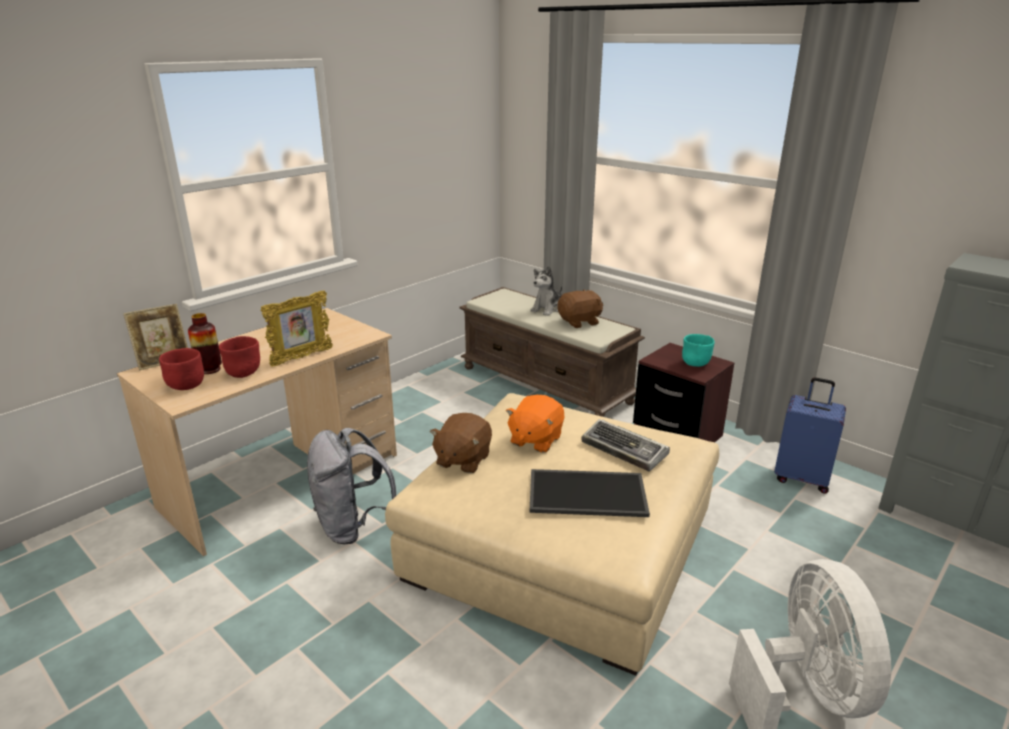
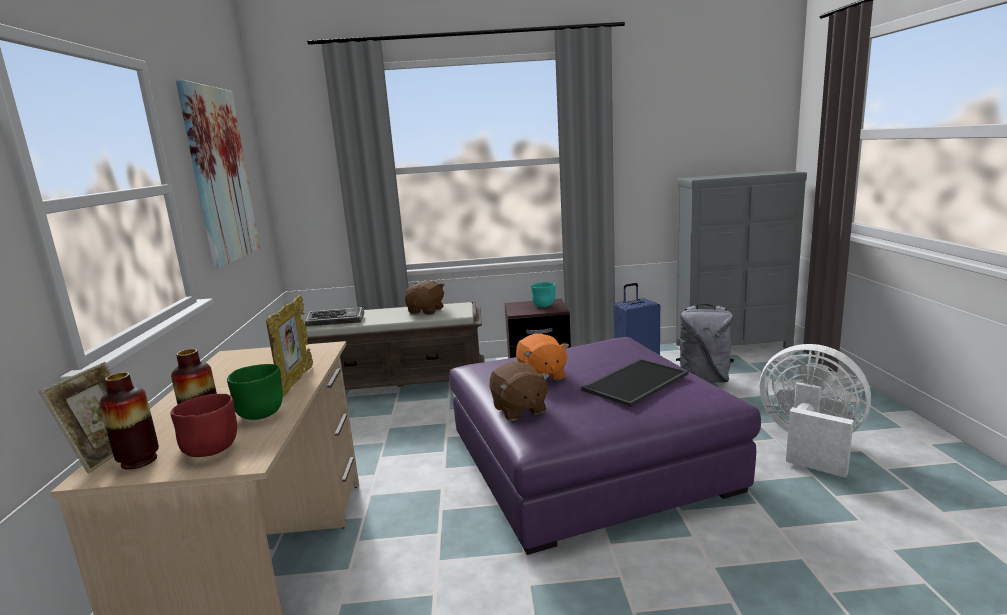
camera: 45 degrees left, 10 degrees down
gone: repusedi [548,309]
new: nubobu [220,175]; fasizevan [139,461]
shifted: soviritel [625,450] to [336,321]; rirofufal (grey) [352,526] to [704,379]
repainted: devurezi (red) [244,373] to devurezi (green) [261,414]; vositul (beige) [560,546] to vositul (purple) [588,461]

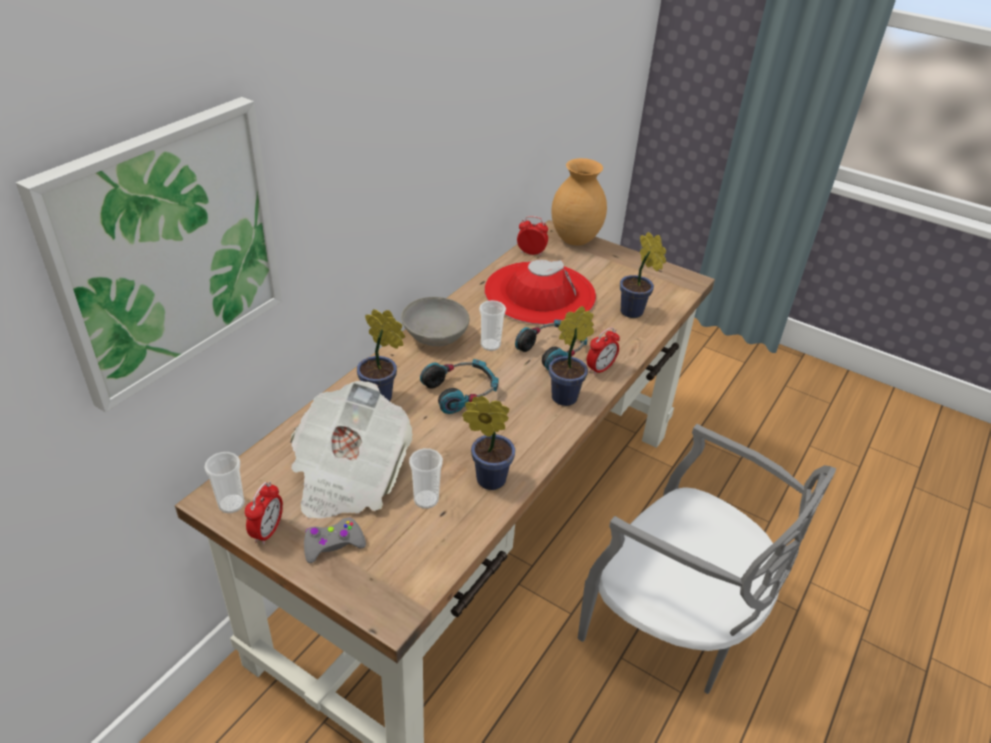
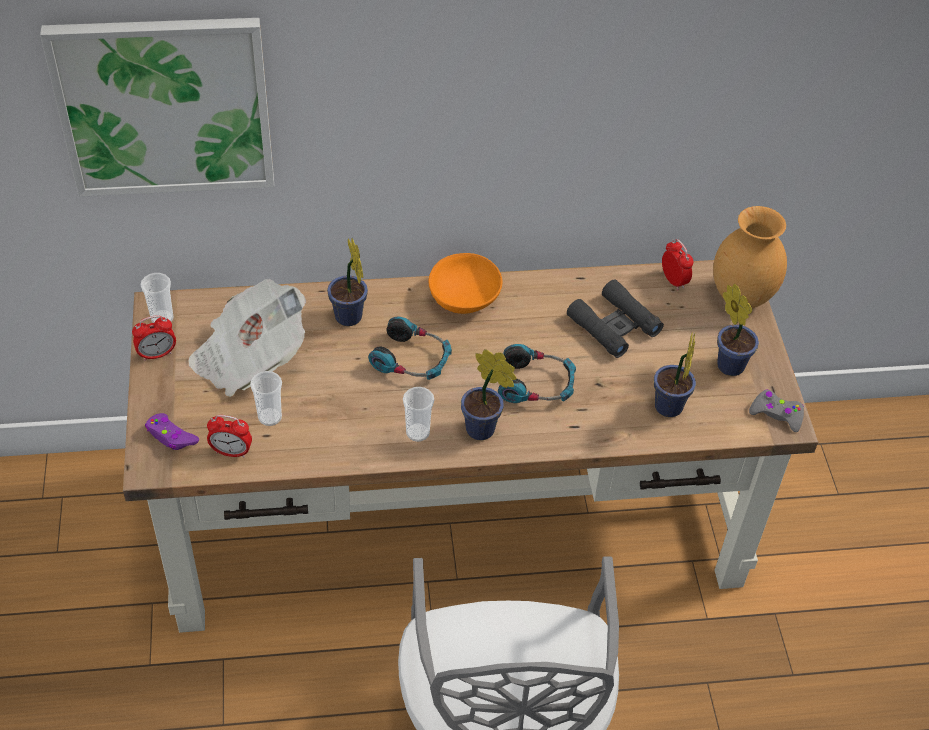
camera: 50 degrees right, 10 degrees up
new: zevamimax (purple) [171,436]
shifted: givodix [490,345] to [417,432]; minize [600,369] to [231,452]; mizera [487,478] to [728,363]; zevamimax (grey) [333,544] to [776,414]
swapped: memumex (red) [539,293] to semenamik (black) [614,325]
repainted: devurezi (grey) [436,336] to devurezi (orange) [465,299]

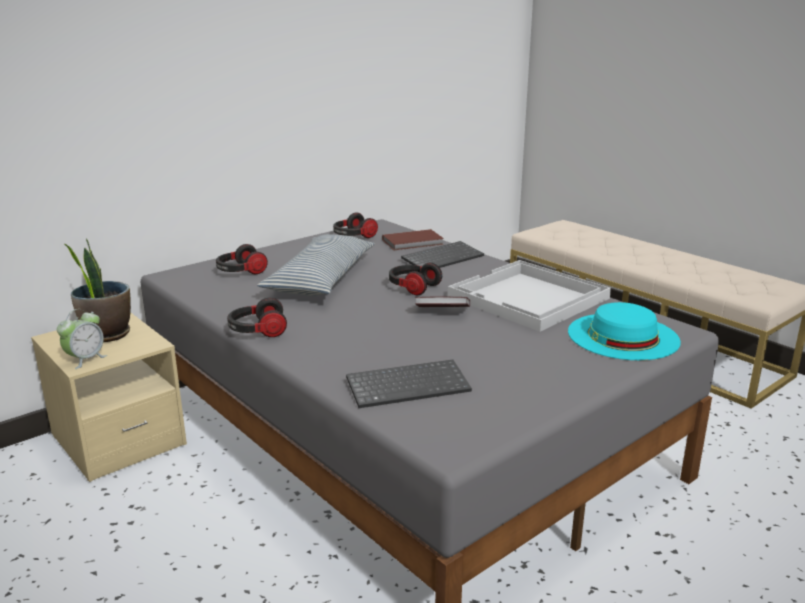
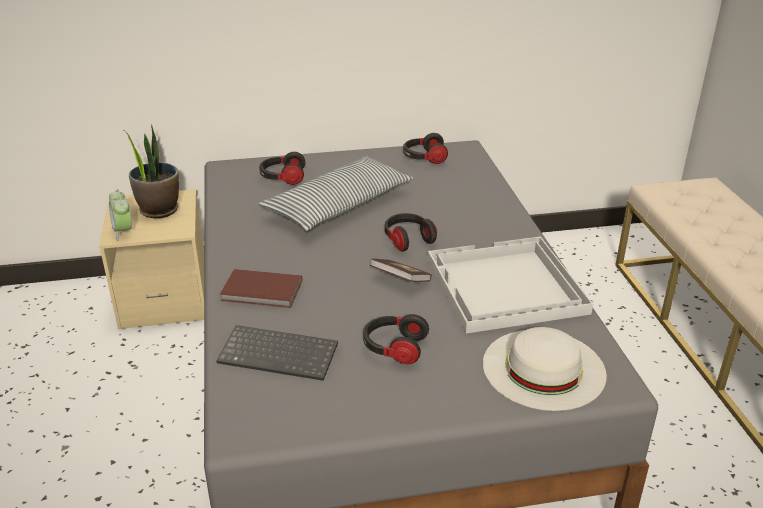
camera: 30 degrees right, 10 degrees up
gone: soviritel [442,258]
shifted: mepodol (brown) [414,242] to [262,292]; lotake [257,331] to [394,348]
repainted: memumex (turquoise) [623,336] to memumex (white) [543,368]
rotated: minize [85,359] = [123,231] 90 degrees clockwise

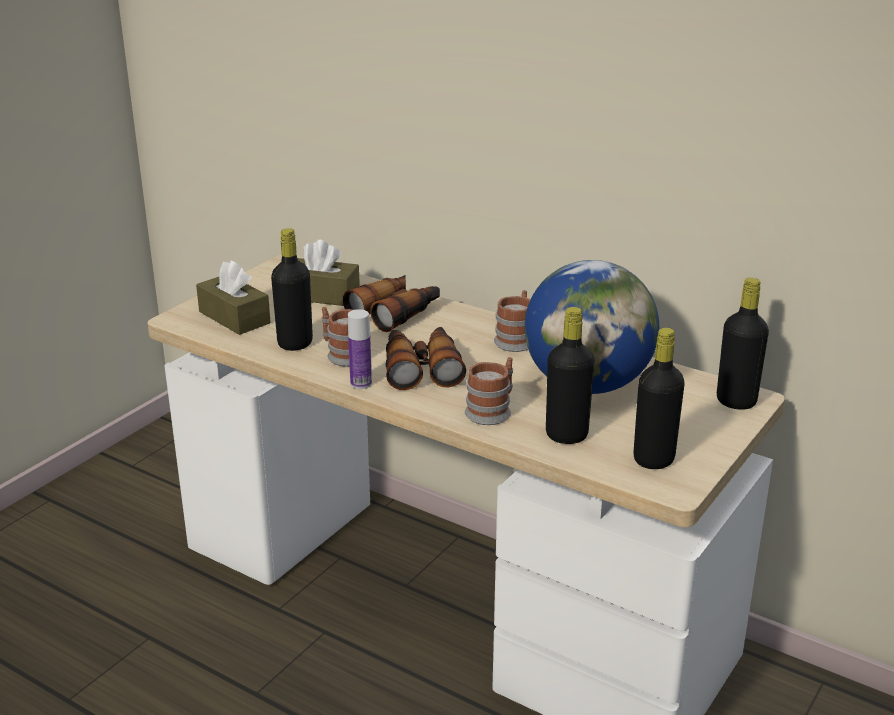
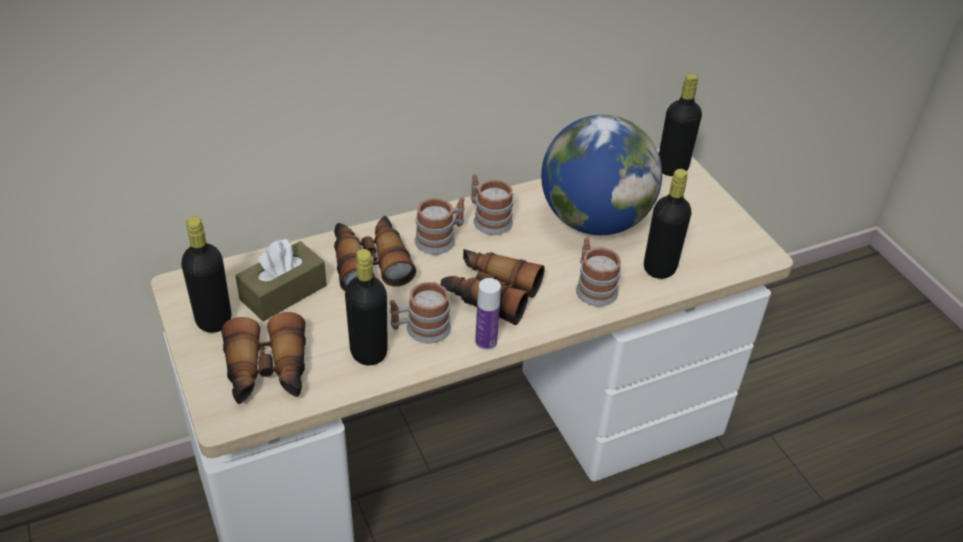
camera: 60 degrees left, 15 degrees up
new: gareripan [440,239]
shifted: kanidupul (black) [653,459] to [214,320]
swapped: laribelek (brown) [234,317] to semenamik [267,373]

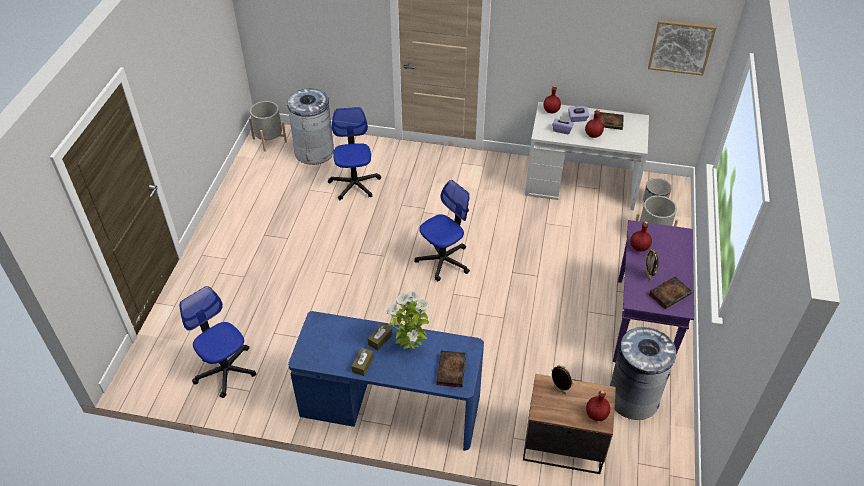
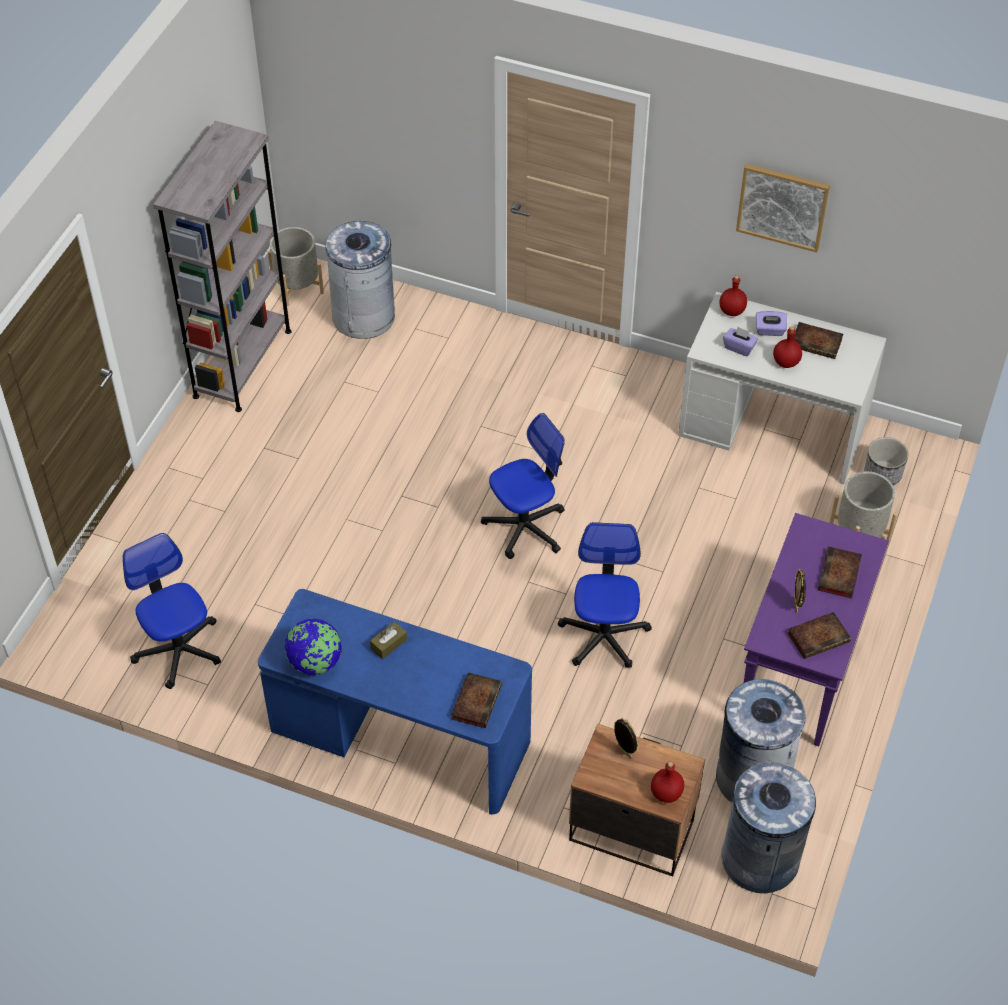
camera: 10 degrees right, 5 degrees up
gone: kanidupul (red) [639,247]; mizera [410,348]; laribelek (brown) [363,364]
new: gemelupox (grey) [242,363]; mepodol [839,576]; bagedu [315,662]; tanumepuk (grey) [760,859]
shifted: nubobu [681,47] to [782,206]; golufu [354,184] to [603,636]

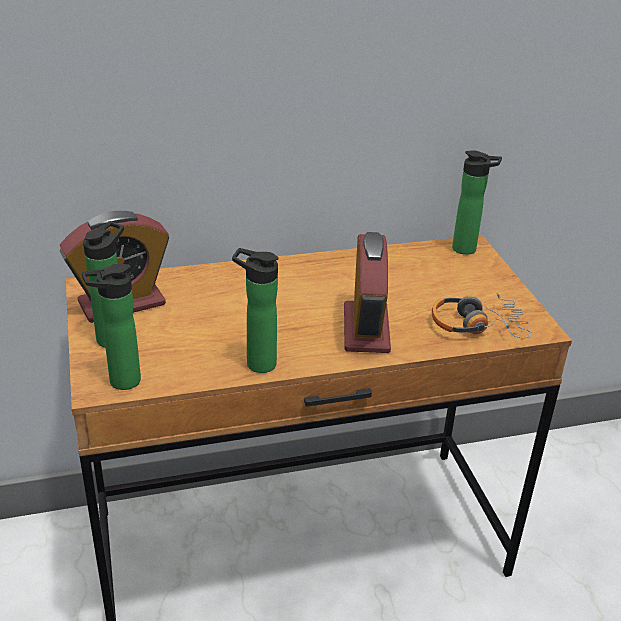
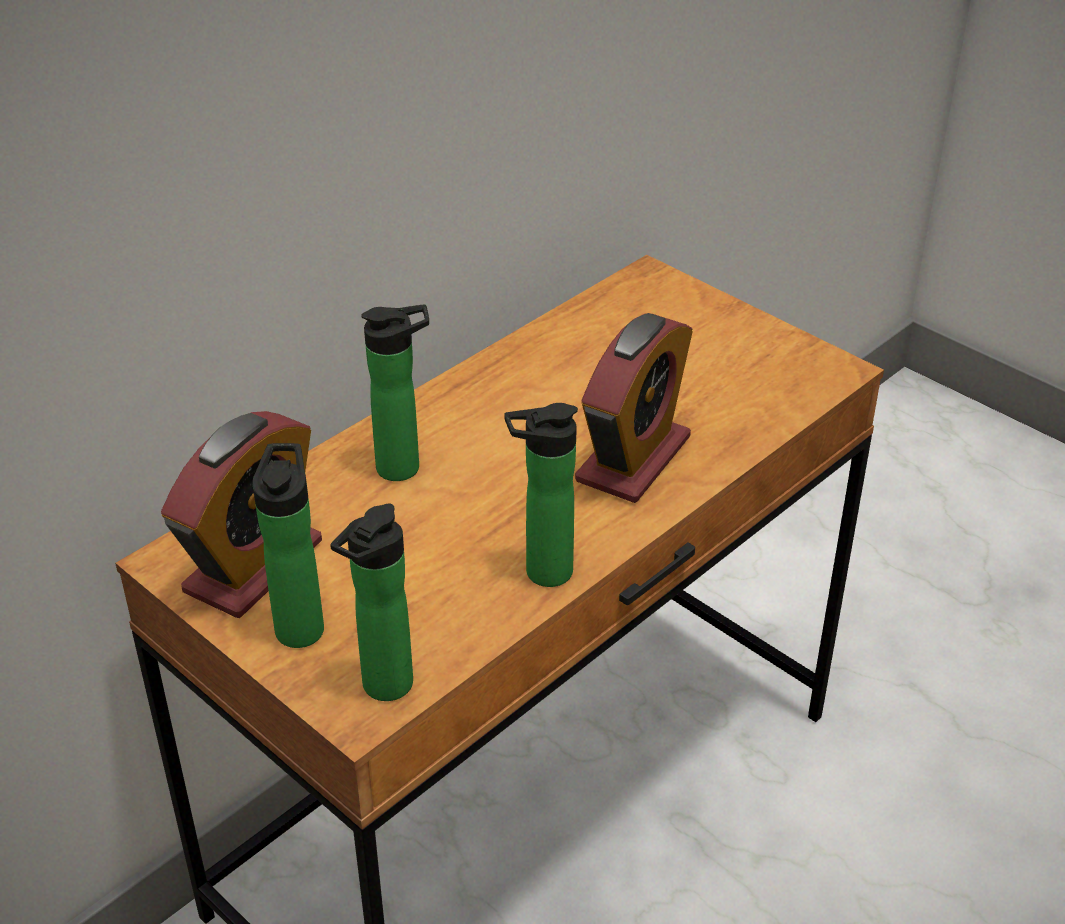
camera: 30 degrees left, 5 degrees up
gone: lotake [477,325]
shifted: kanidupul [468,249] to [405,467]
rotated: minize [366,329] = [633,459] 60 degrees clockwise

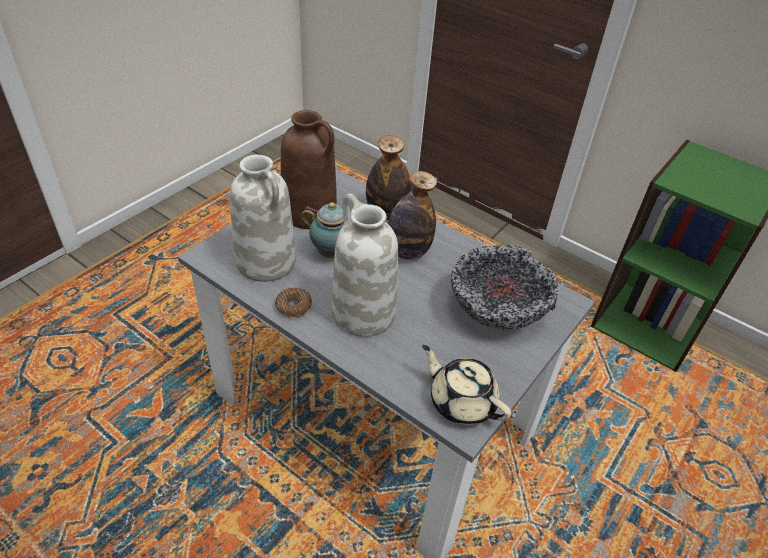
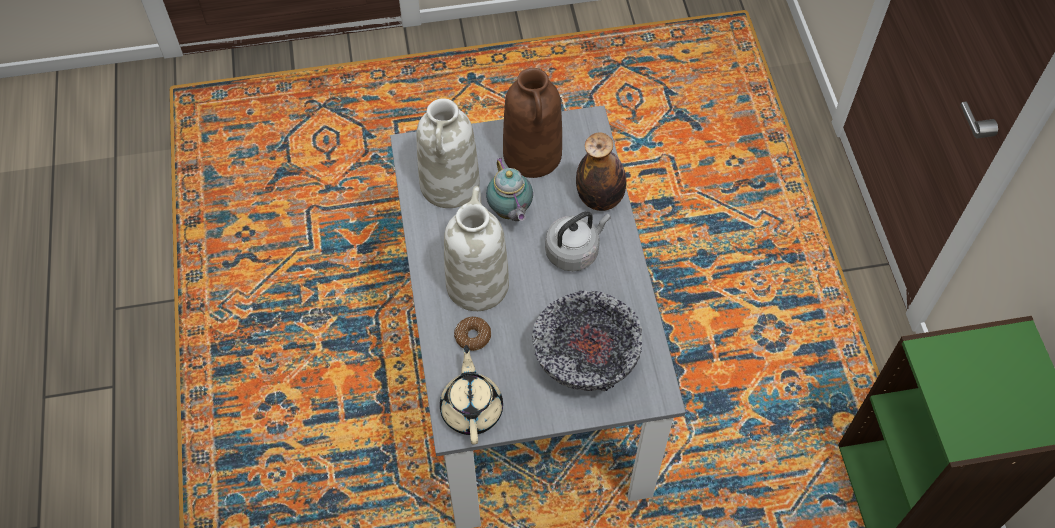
camera: 45 degrees right, 15 degrees up
shifted: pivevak [293,306] to [473,336]
swapped: kanidupul [407,252] to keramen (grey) [574,251]

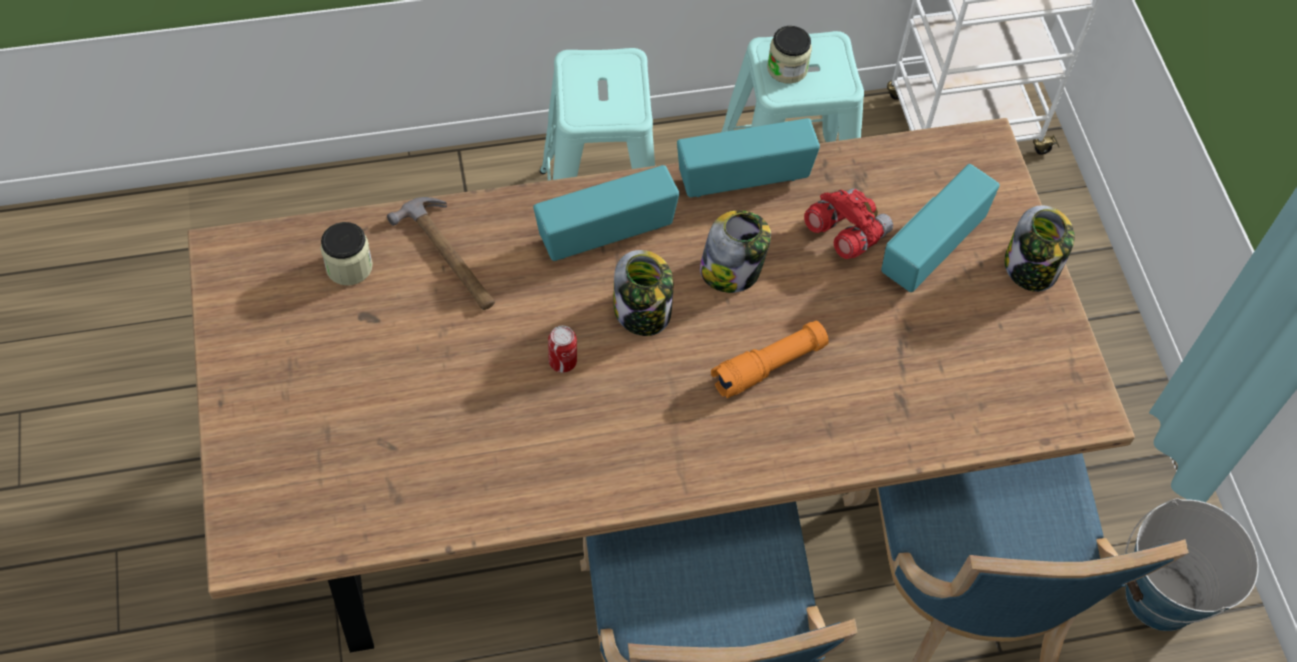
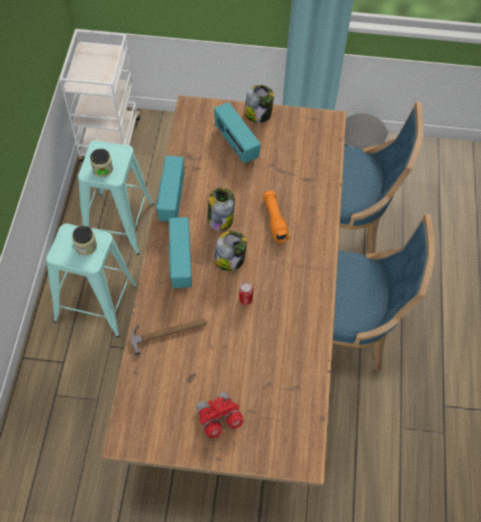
camera: 70 degrees left, 0 degrees up
shifted: semenamik (red) [845,233] to [218,418]; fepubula [349,267] to [86,246]

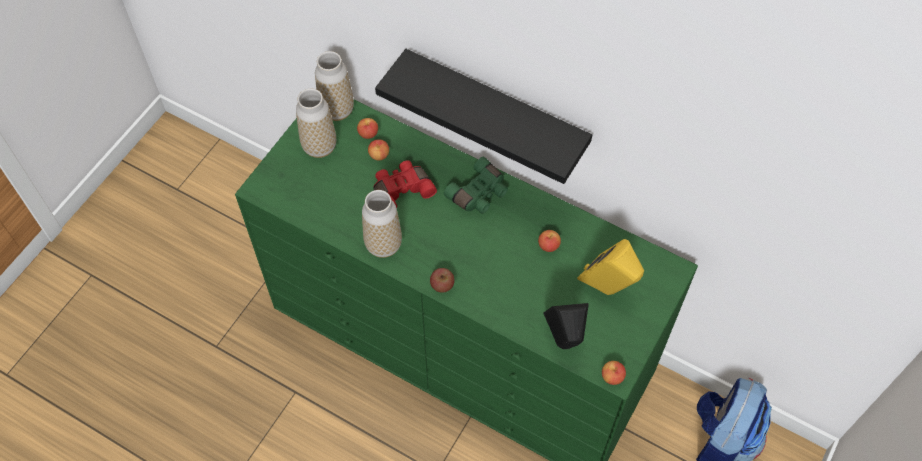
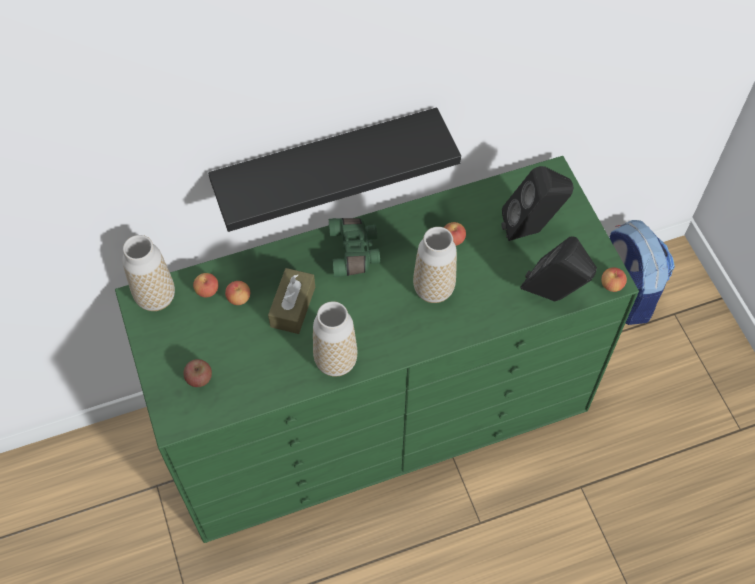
camera: 50 degrees left, 0 degrees up
shifted: fasizevan [319,147] to [433,289]; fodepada [442,285] to [199,378]
swapped: semenamik (red) [401,189] to laribelek (brown) [293,306]
repainted: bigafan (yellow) [607,289] to bigafan (black) [531,229]

